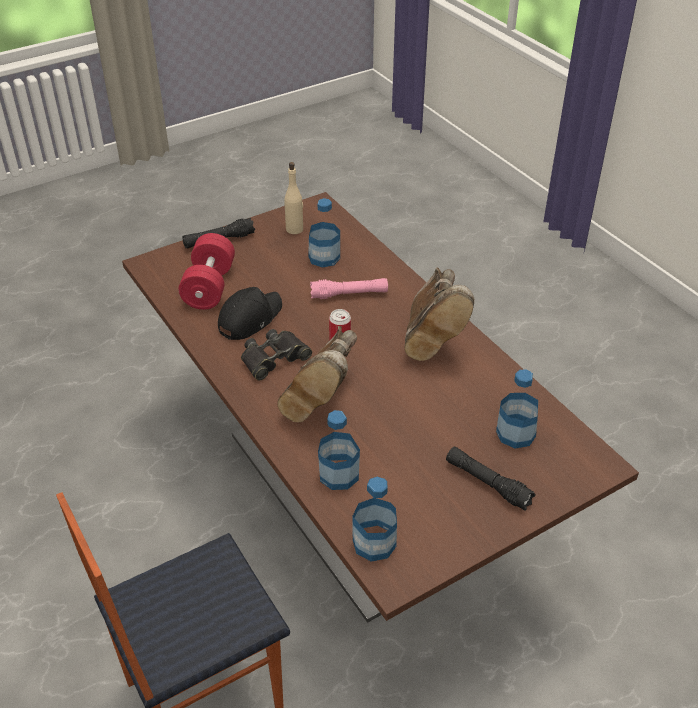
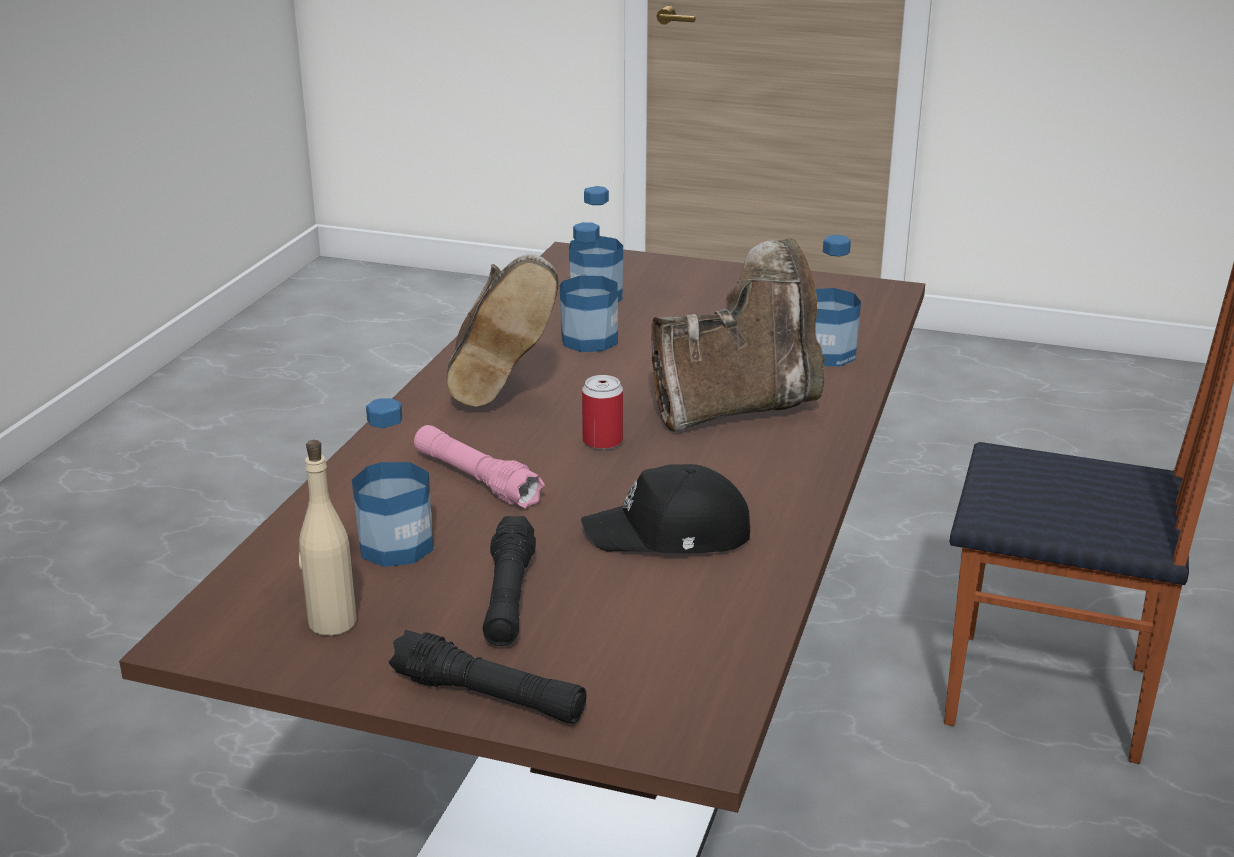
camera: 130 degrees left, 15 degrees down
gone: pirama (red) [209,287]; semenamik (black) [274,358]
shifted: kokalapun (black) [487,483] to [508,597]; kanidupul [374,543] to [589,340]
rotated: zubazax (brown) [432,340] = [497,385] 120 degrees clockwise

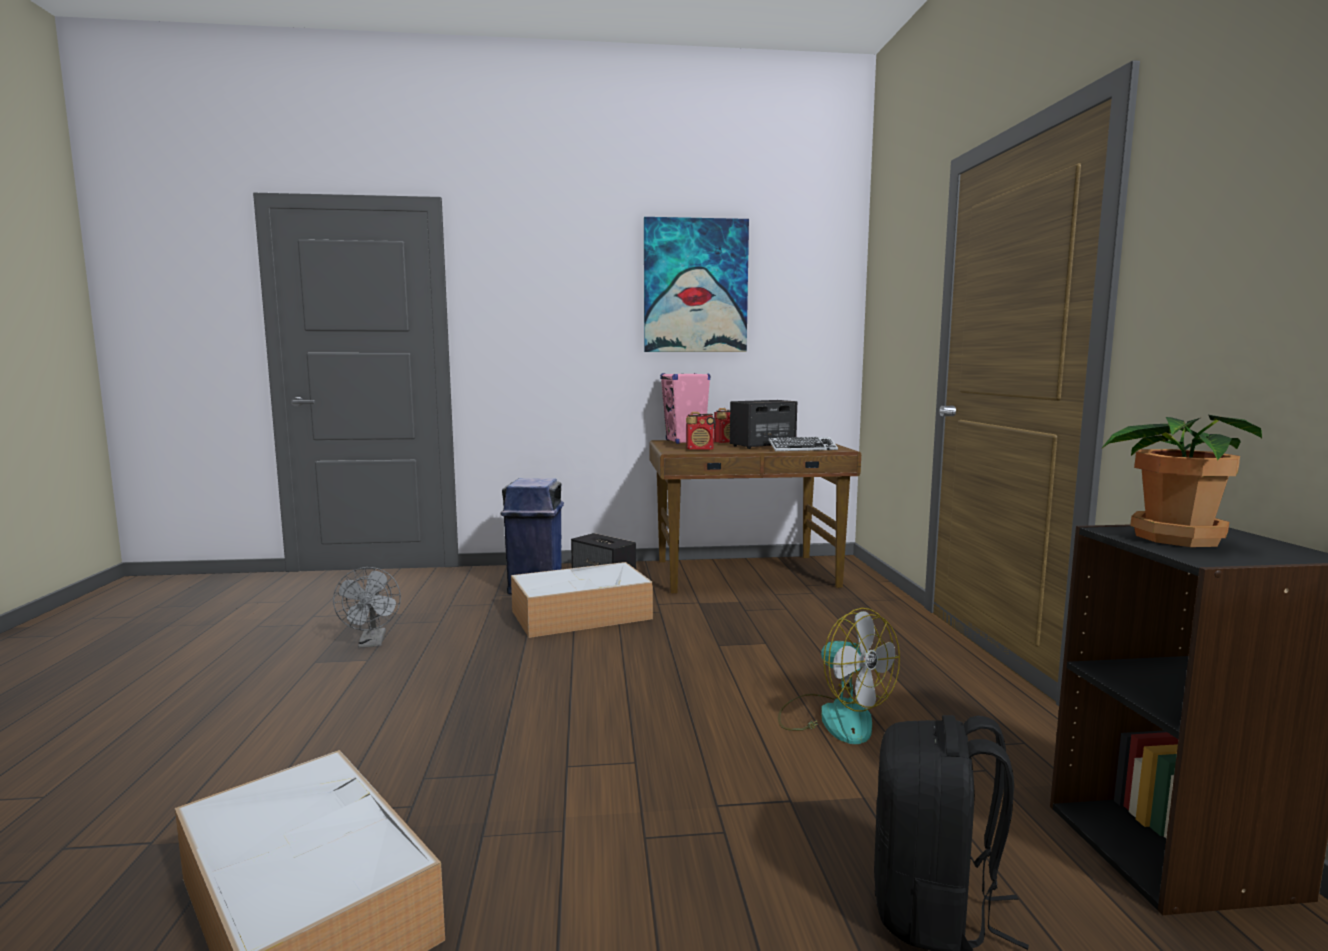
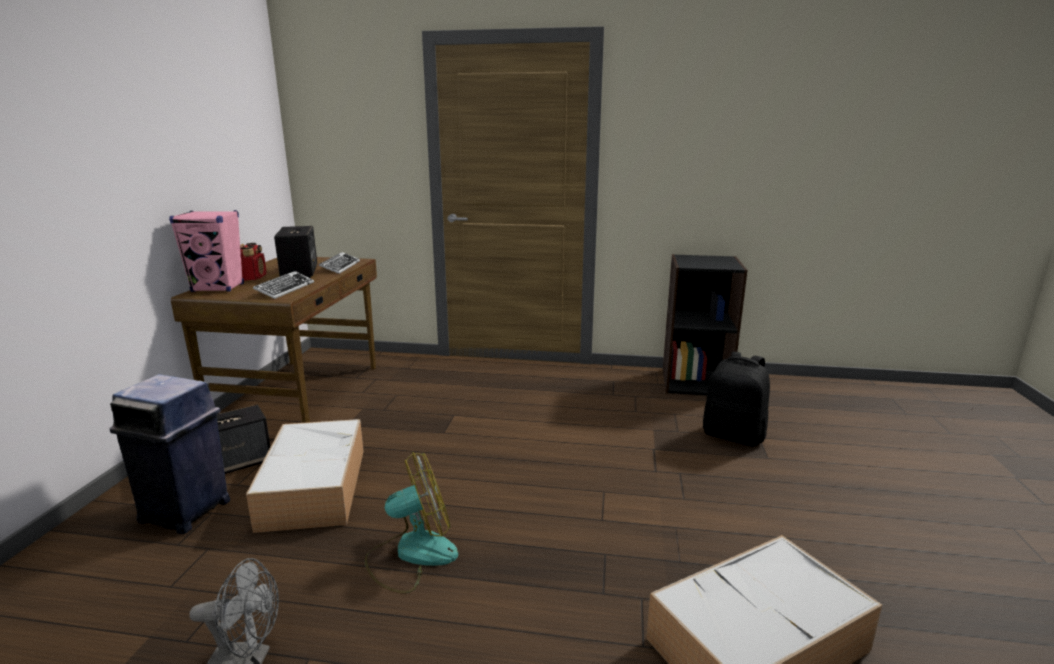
camera: 75 degrees left, 10 degrees up
gone: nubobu [695,286]; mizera [1173,537]
shifted: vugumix [833,717] to [411,554]
swapped: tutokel [700,449] to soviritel [285,289]

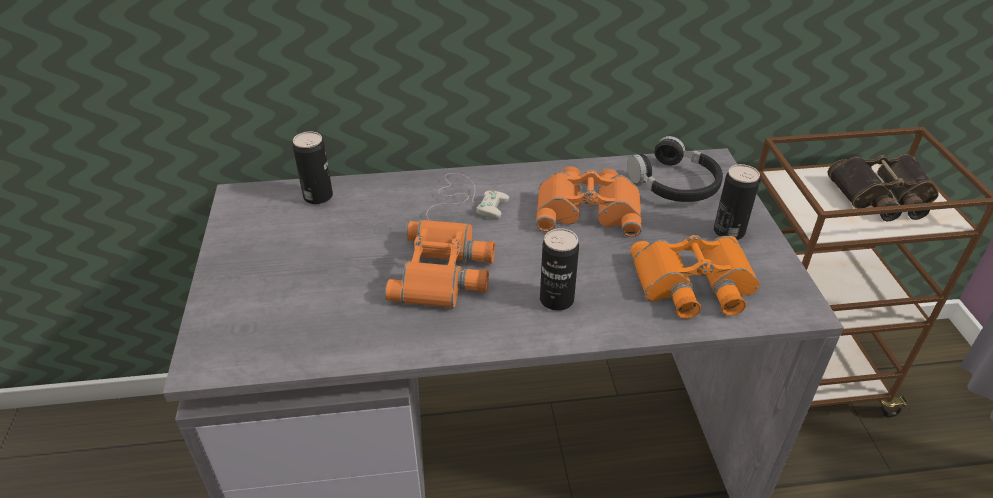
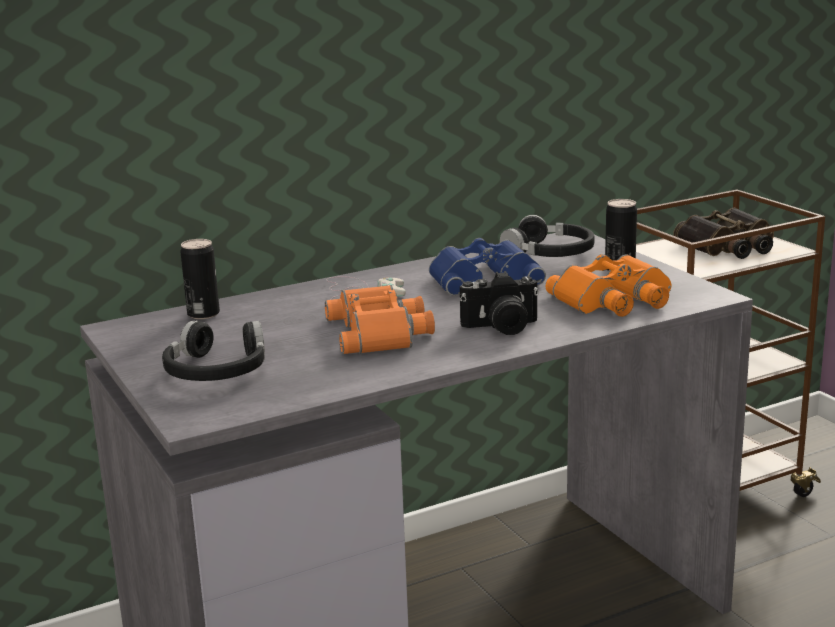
camera: 20 degrees left, 20 degrees down
new: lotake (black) [217,370]
swapped: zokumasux [556,300] to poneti [501,327]
repainted: semenamik (orange) [588,208] to semenamik (blue) [483,278]

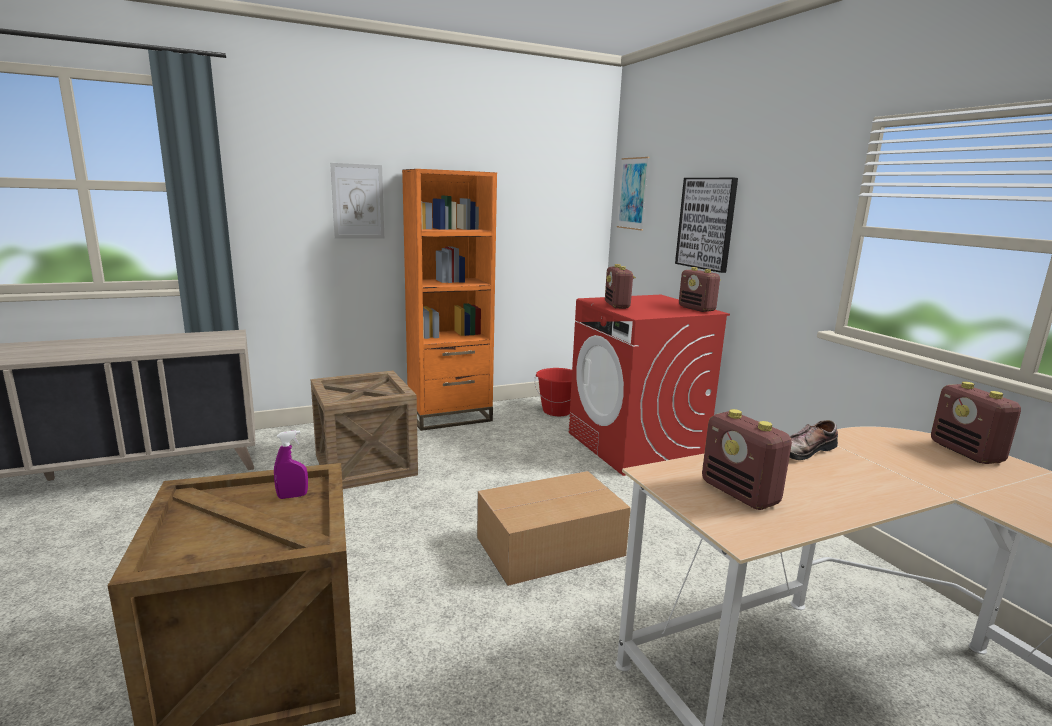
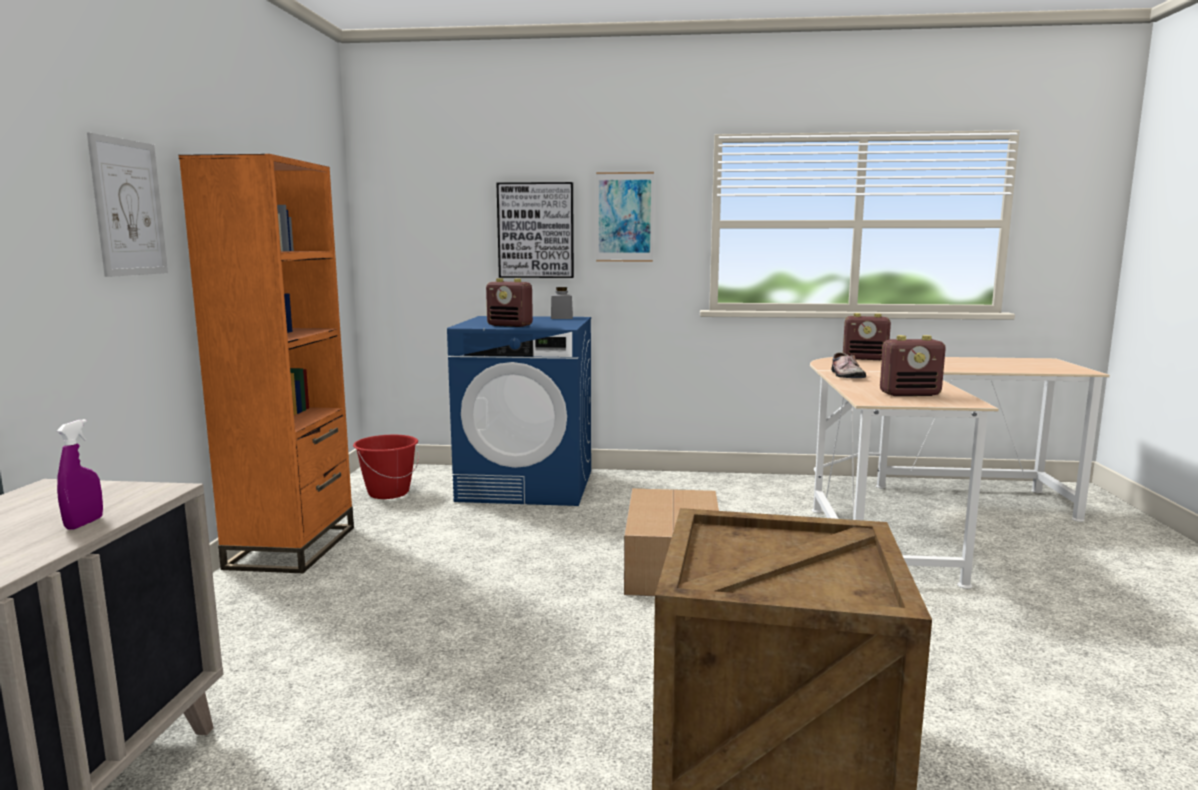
camera: 60 degrees left, 5 degrees down
gone: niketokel [365,465]
shifted: nubobu [633,193] to [624,217]; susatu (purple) [292,496] to [84,523]
swapped: tutokel [697,309] to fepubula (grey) [561,318]
repainted: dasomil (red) [636,446] to dasomil (blue) [527,485]

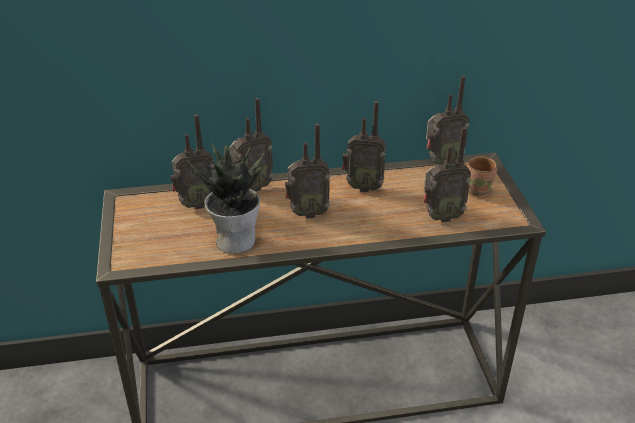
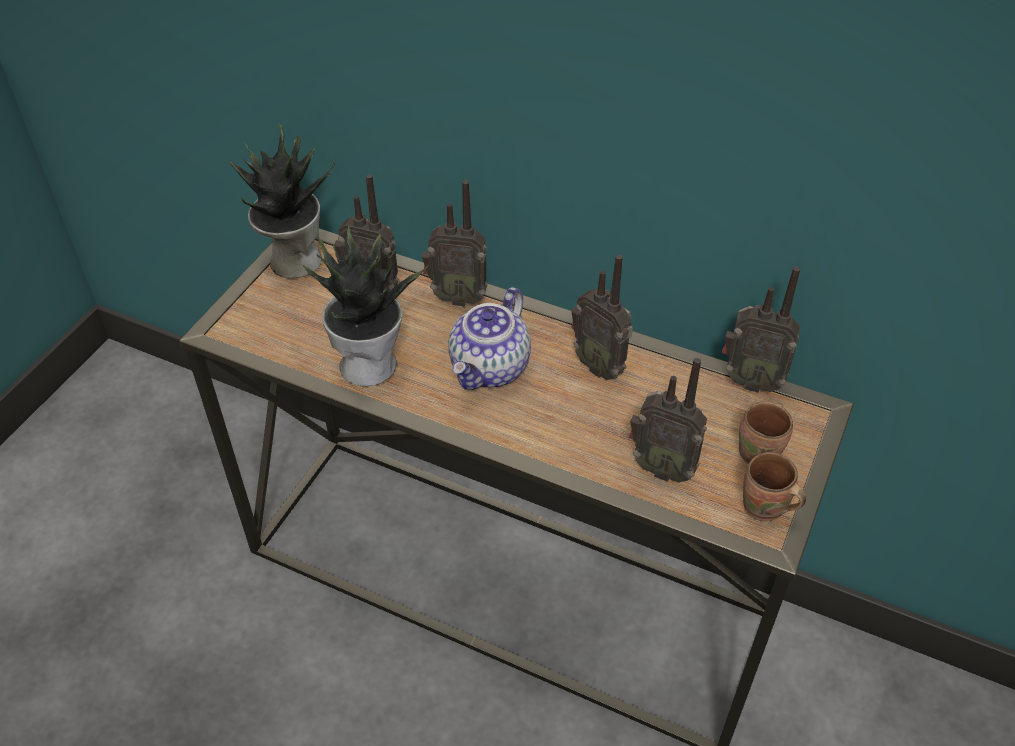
camera: 35 degrees right, 10 degrees up
new: mizera [293,260]; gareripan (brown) [764,509]
swapped: tutokel [307,213] to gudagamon [490,368]

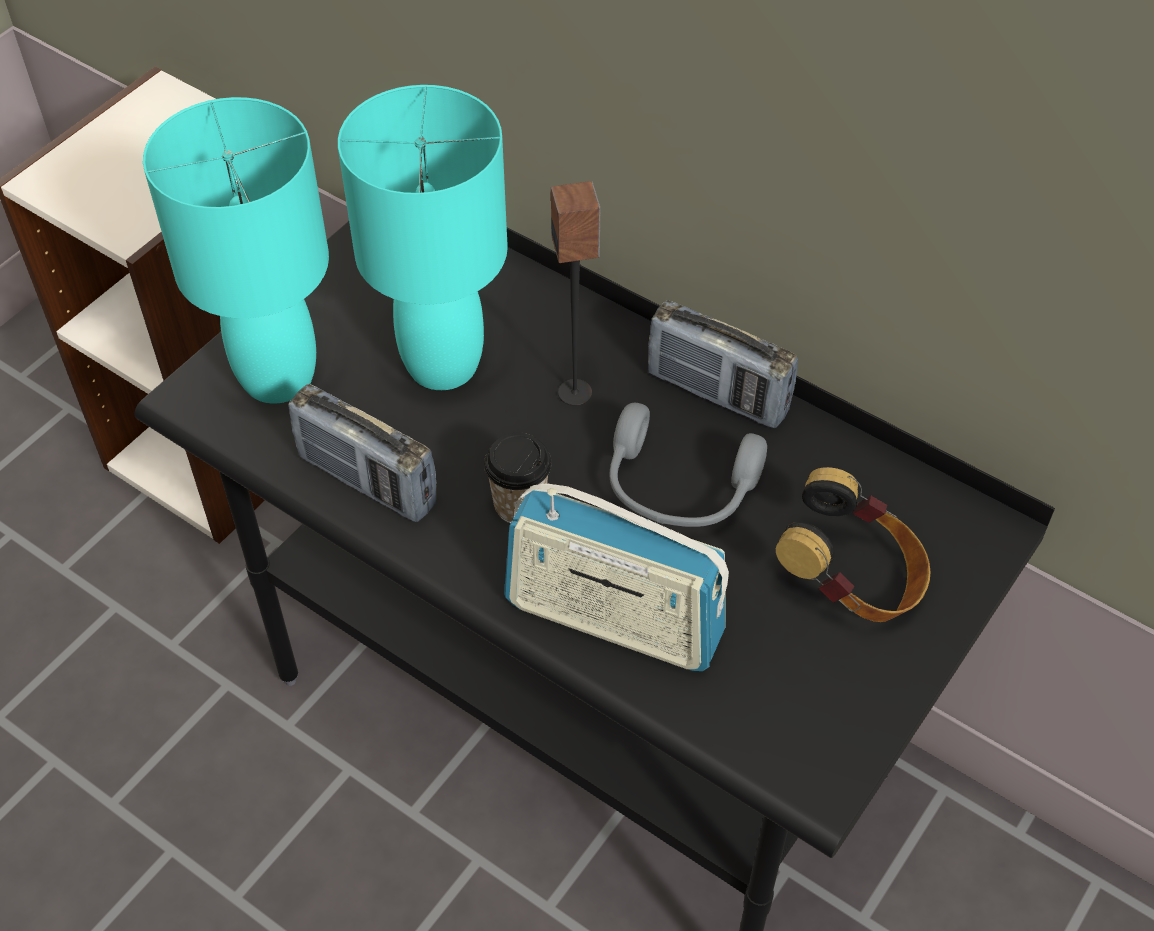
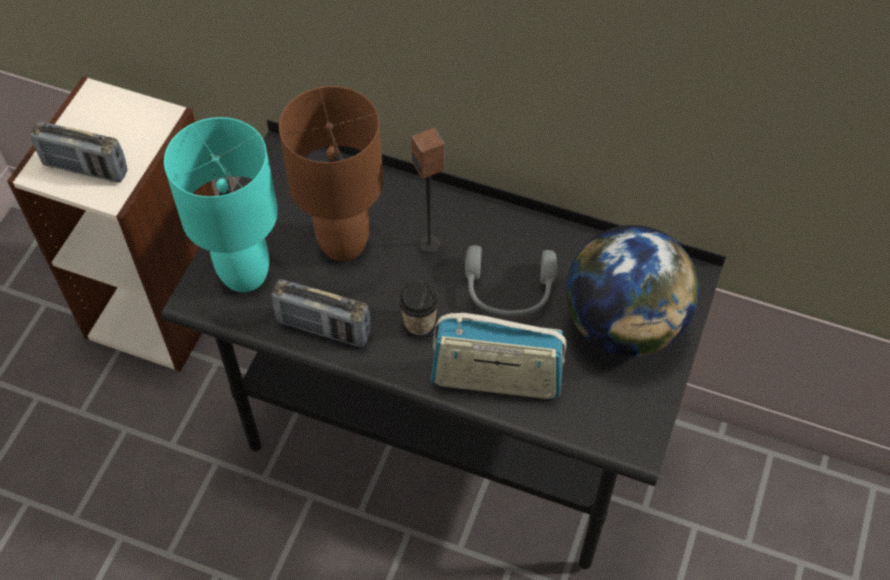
camera: 15 degrees left, 5 degrees up
shifted: tutokel [717,393] to [85,168]
swapped: lotake [852,581] to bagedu [623,325]
repainted: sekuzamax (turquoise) [444,365] to sekuzamax (brown) [344,244]

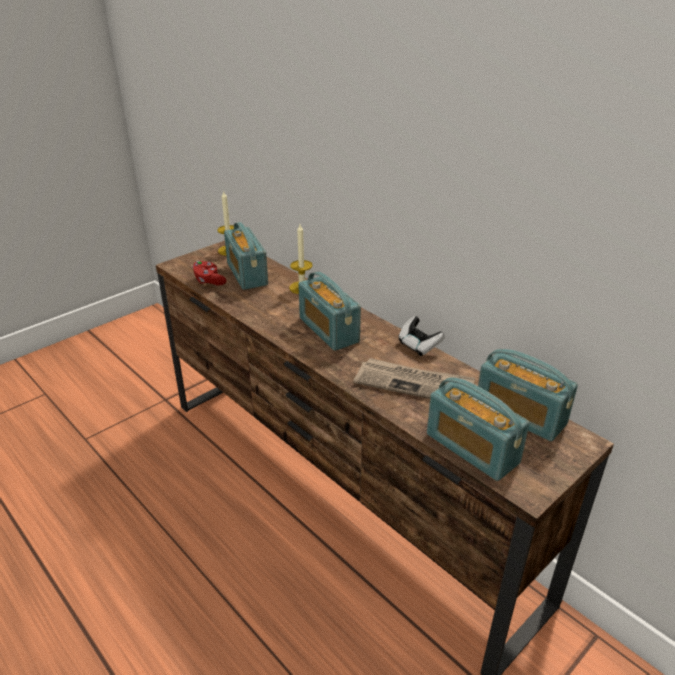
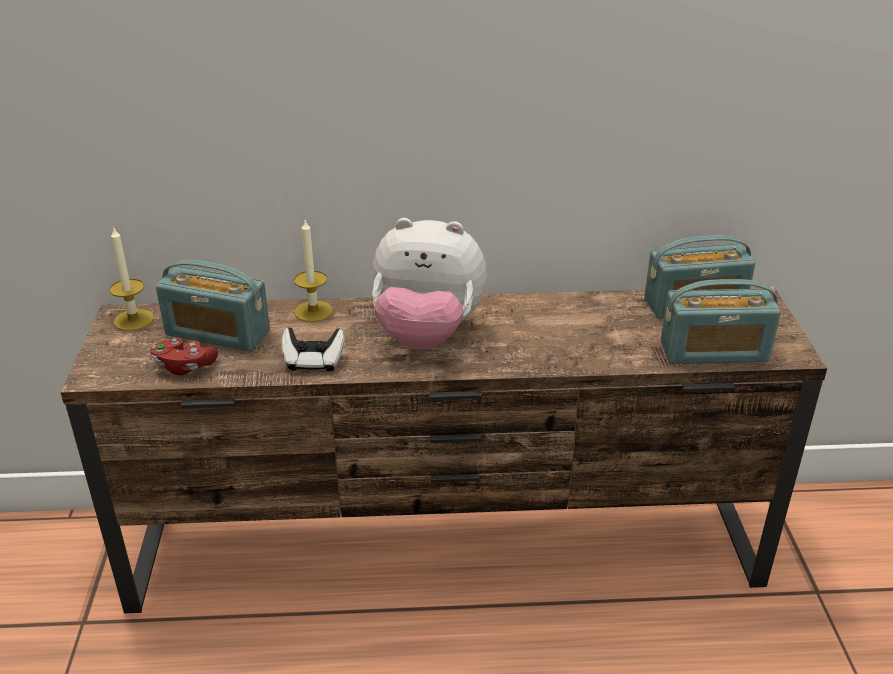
camera: 50 degrees left, 0 degrees up
gone: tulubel [414,384]
shifted: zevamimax [419,345] to [313,362]
swapped: tutokel [328,330] to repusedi [427,335]

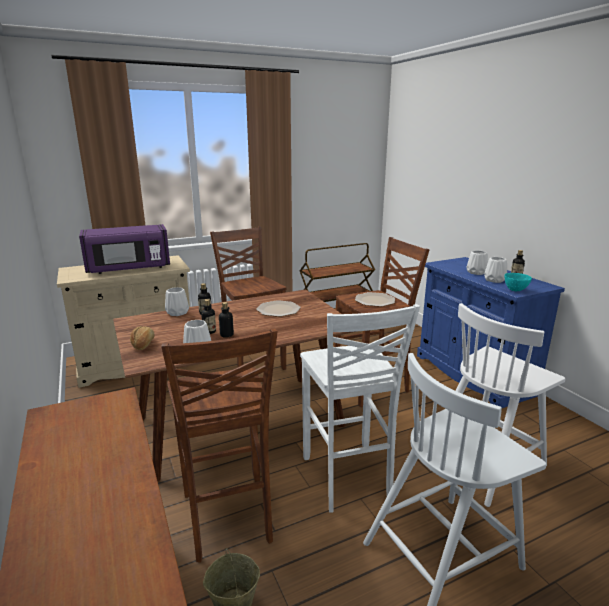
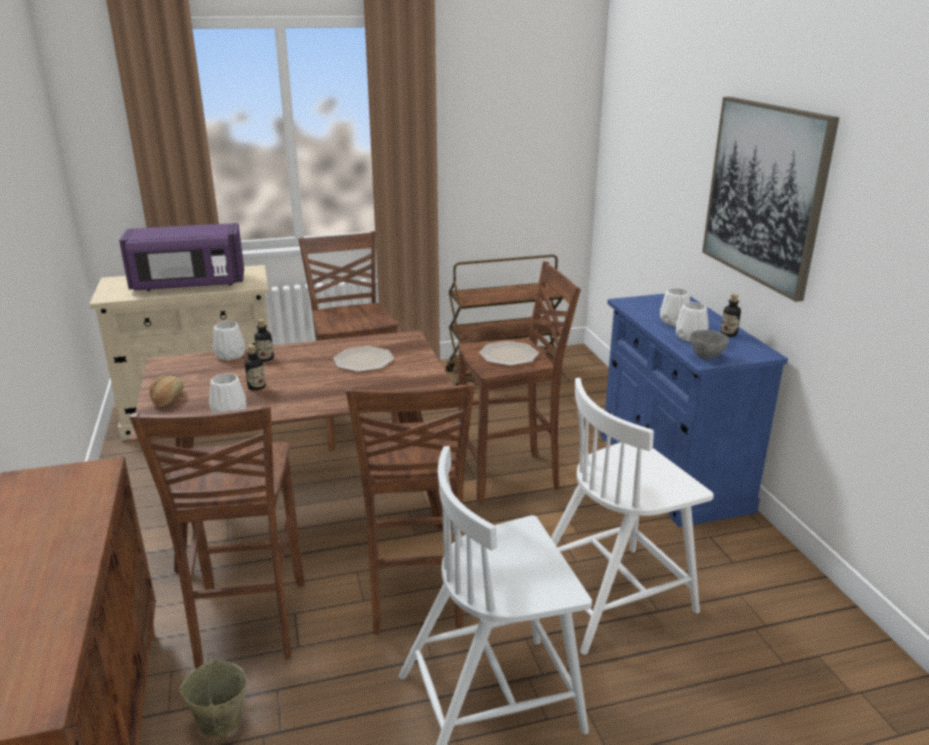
camera: 10 degrees right, 5 degrees up
gone: kanidupul [226,335]
new: nubobu [765,193]
repainted: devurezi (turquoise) [515,290] to devurezi (grey) [706,357]; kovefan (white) [347,479] to kovefan (brown) [416,596]

